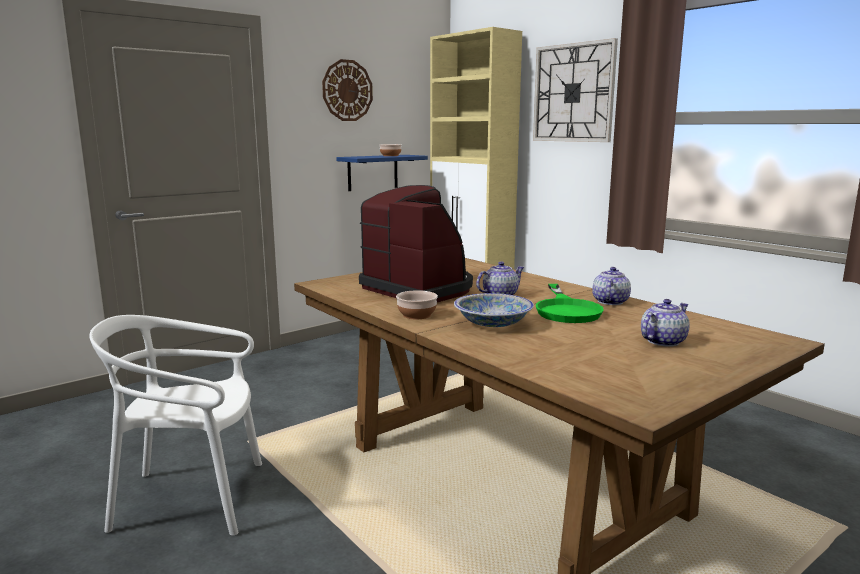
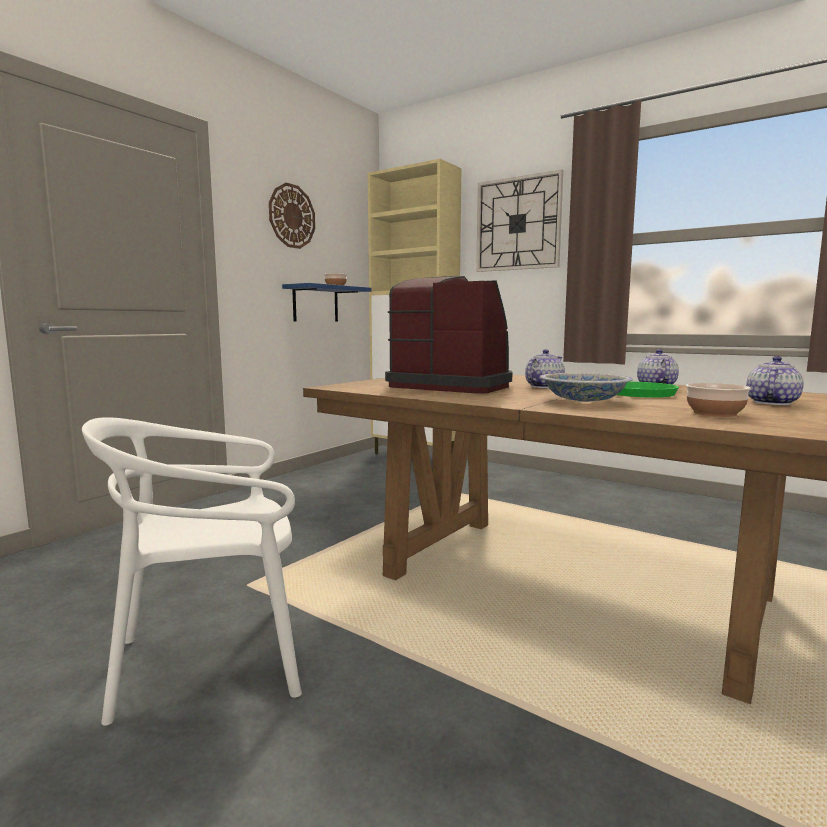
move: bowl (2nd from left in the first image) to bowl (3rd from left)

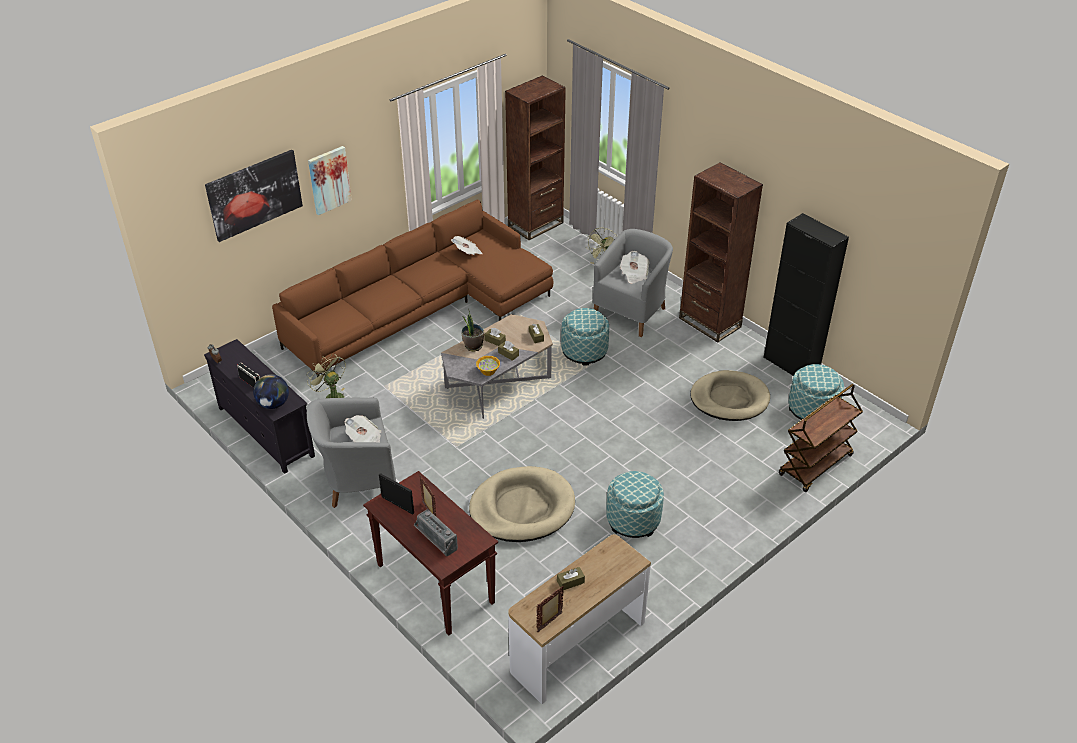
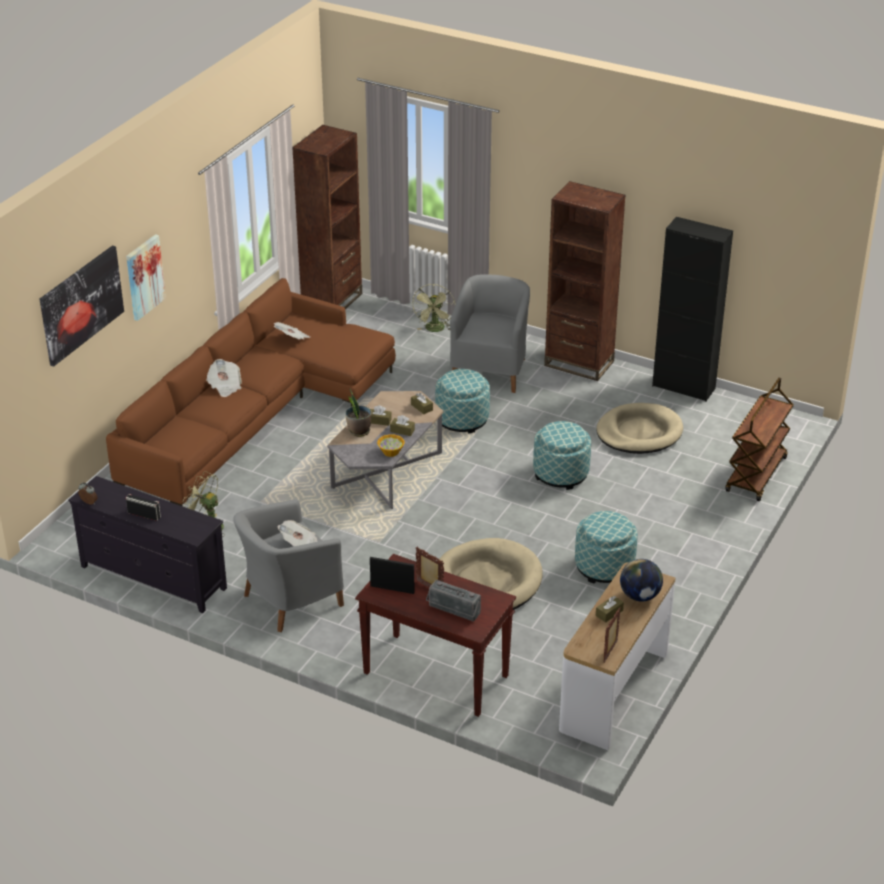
move: newspaper (3rd from left in the first image) to newspaper (1st from left); ottoman (3rd from left in the first image) to ottoman (2nd from left); globe

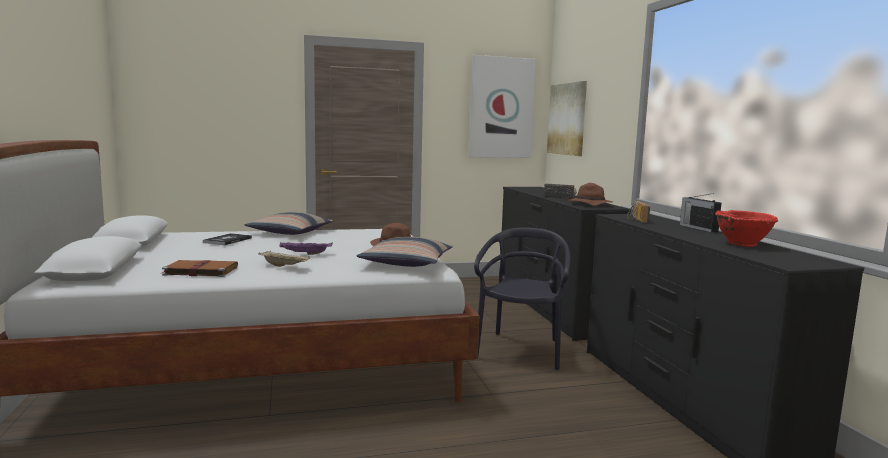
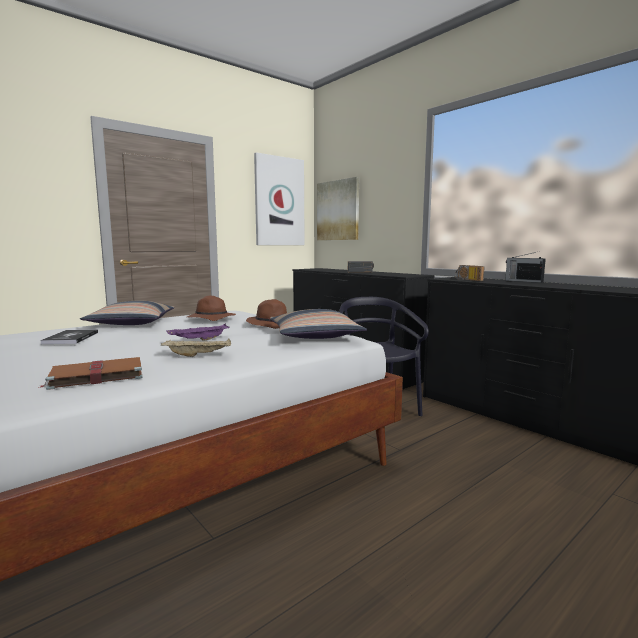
delete: red bowl
move: brown hat (2nd from left in the first image) to brown hat (1st from left)

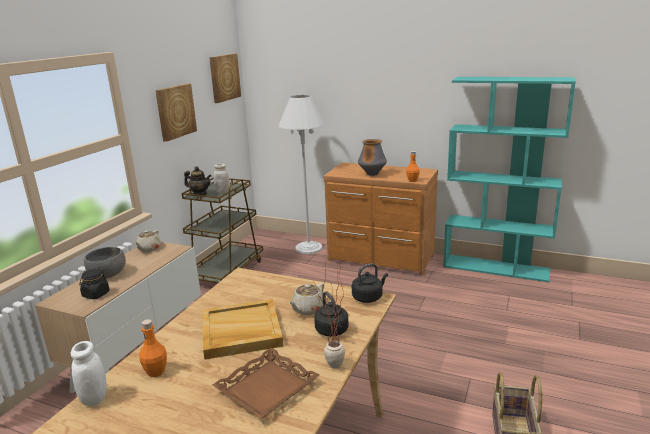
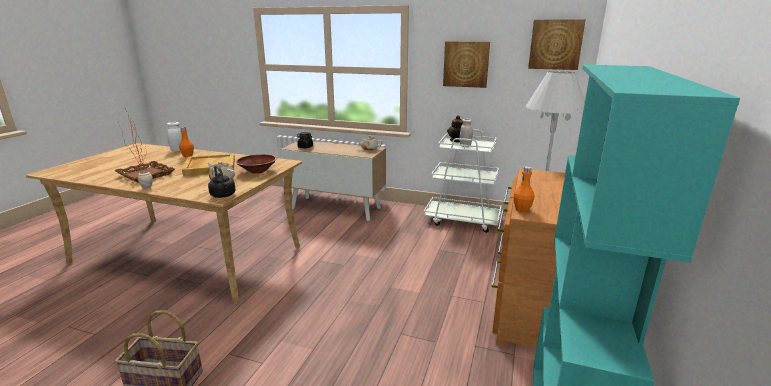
delete: vase; grey bowl; black kettle (1st from left)
insert: brown bowl
recolor: brown cart to white cart

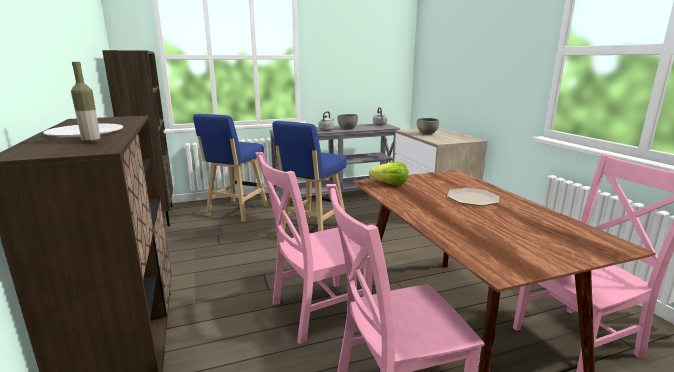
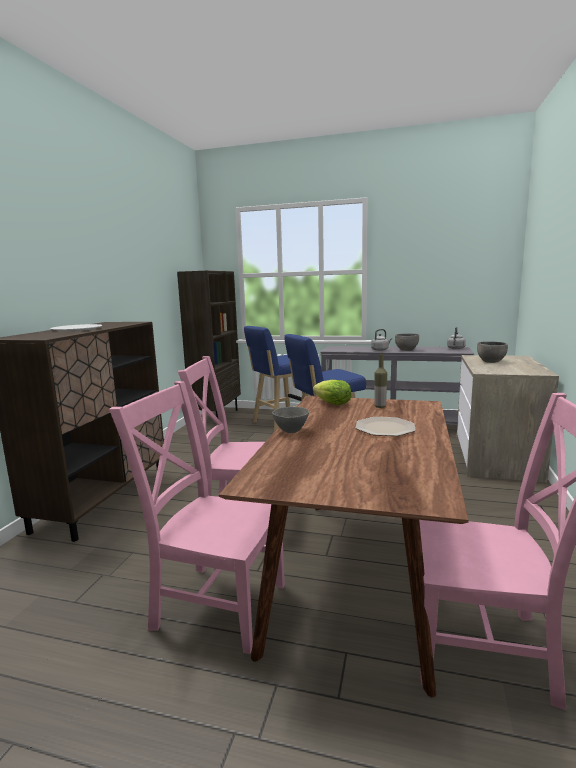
insert: grey bowl (1st from left)
move: bottle

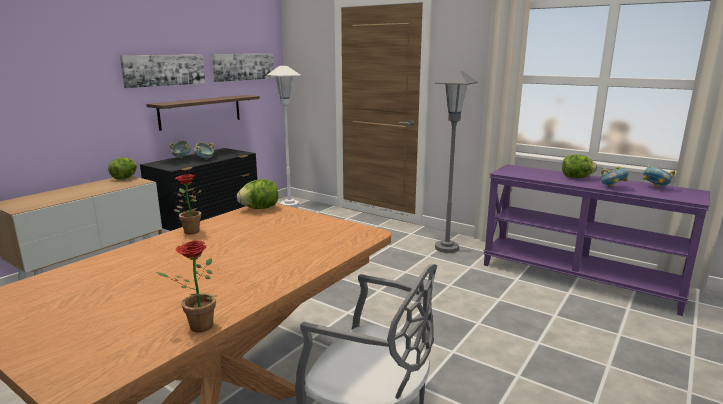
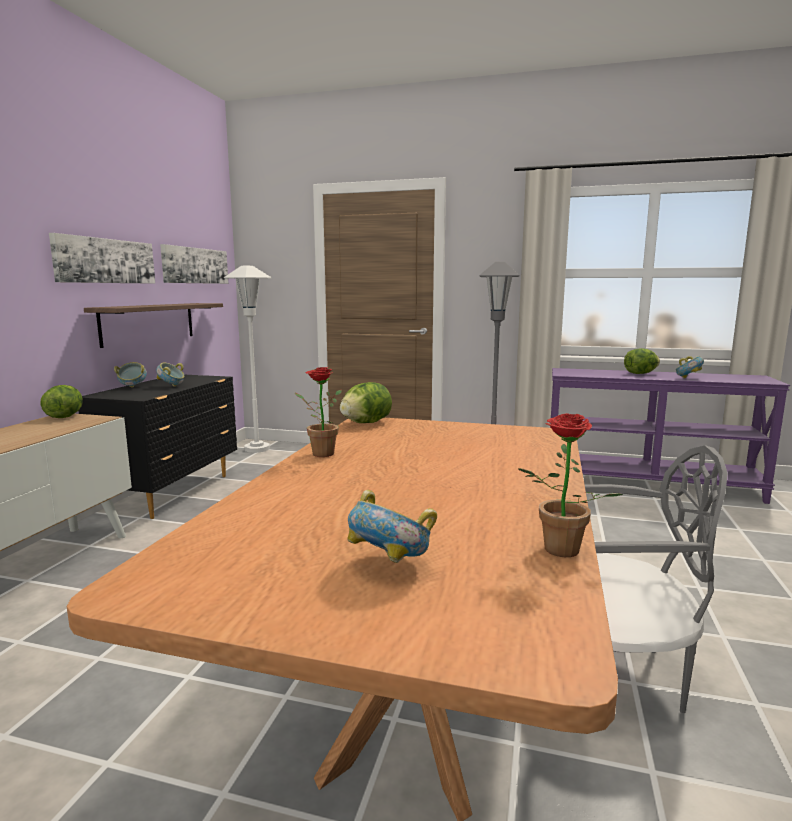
move: bowl (4th from left in the first image) to bowl (3rd from left)

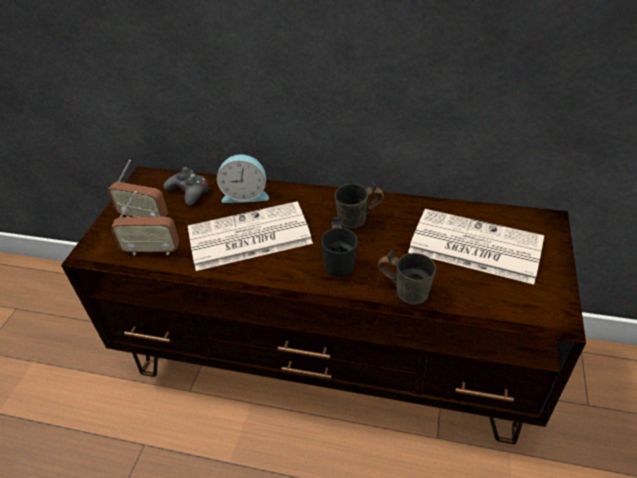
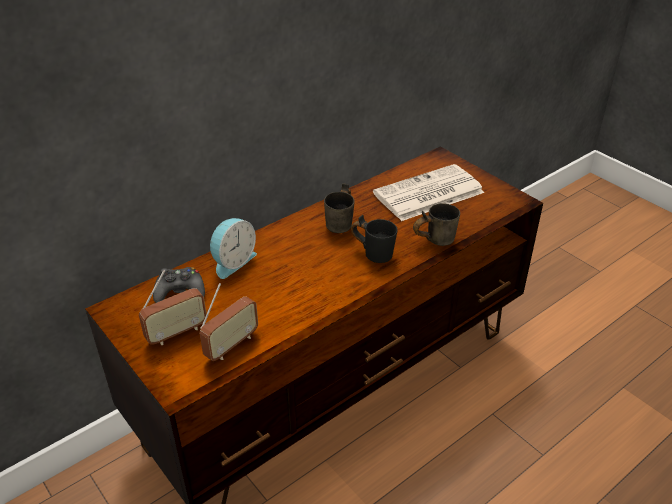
delete: newspaper (1st from left)

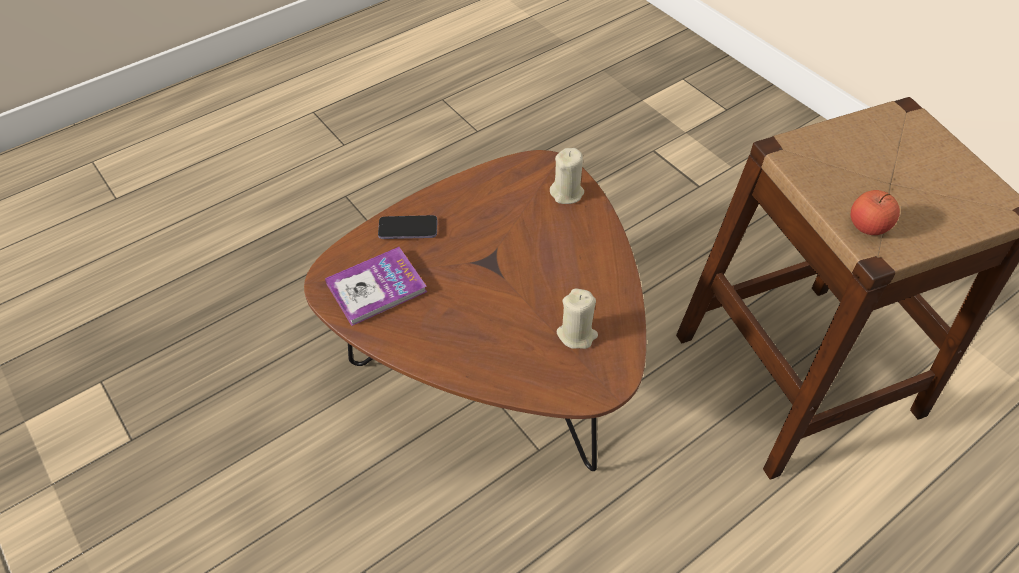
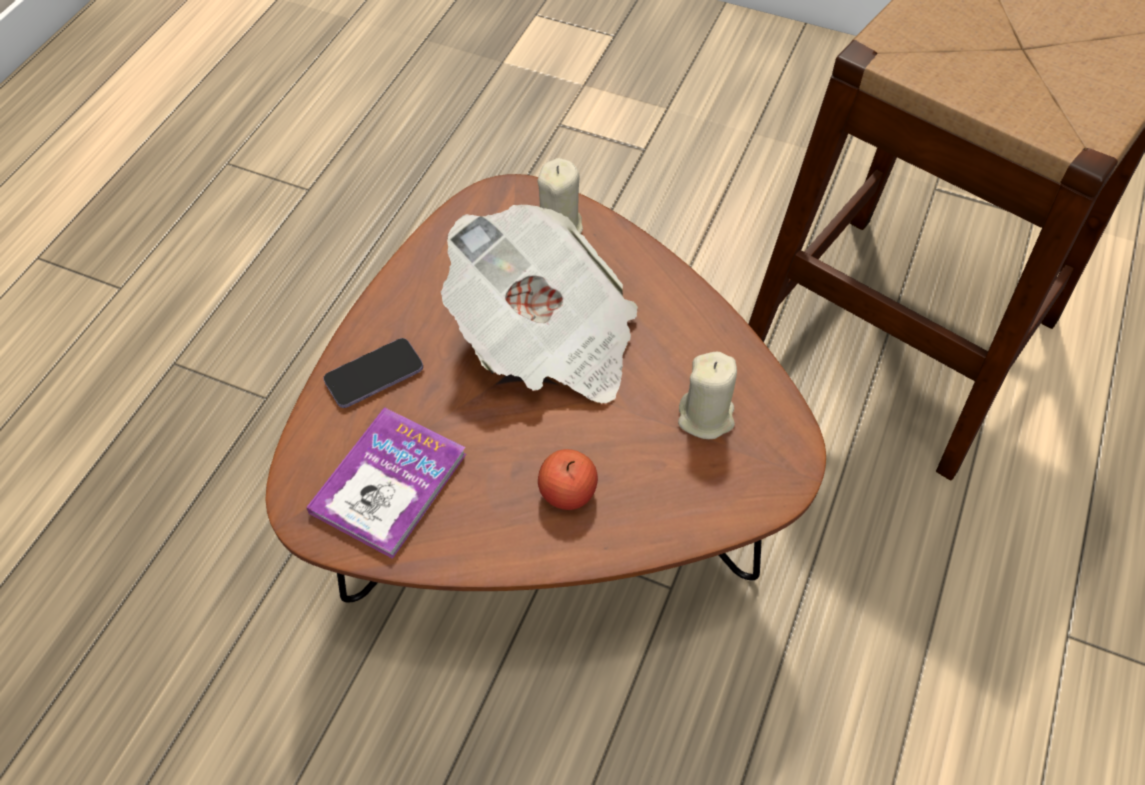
insert: newspaper
move: apple

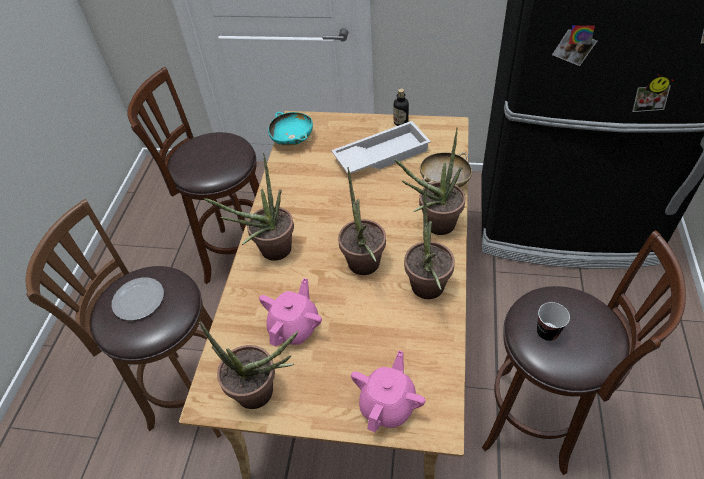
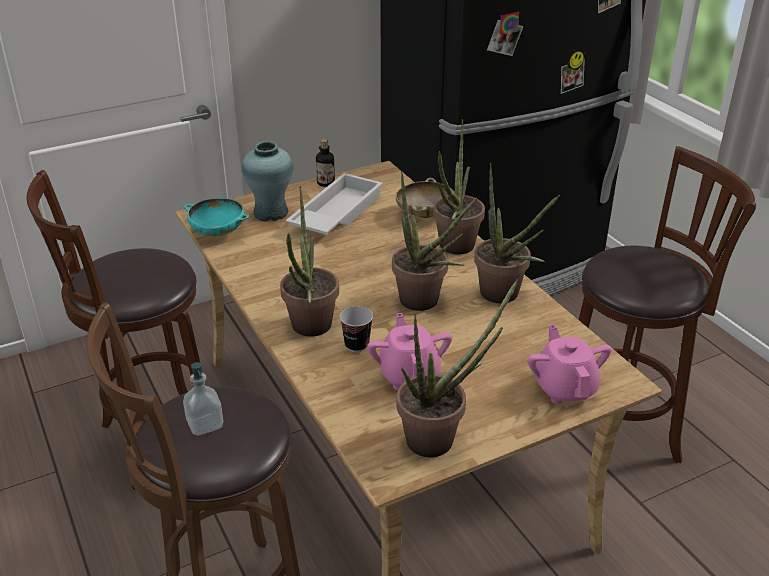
insert: turquoise vase
move: cup
replace: plate to soap dispenser

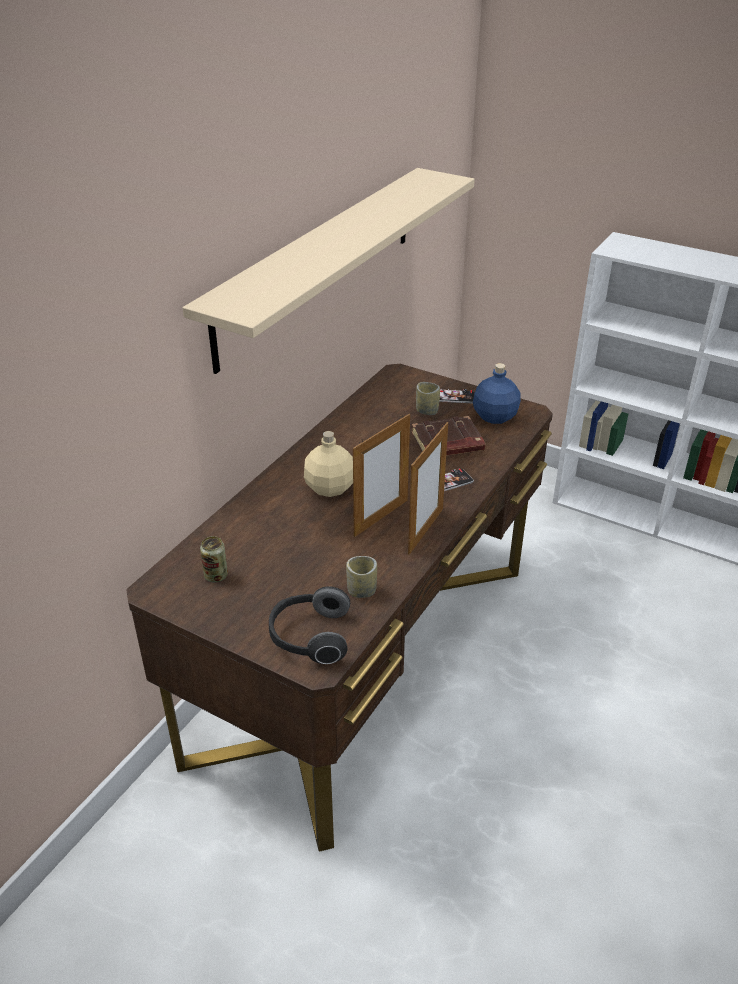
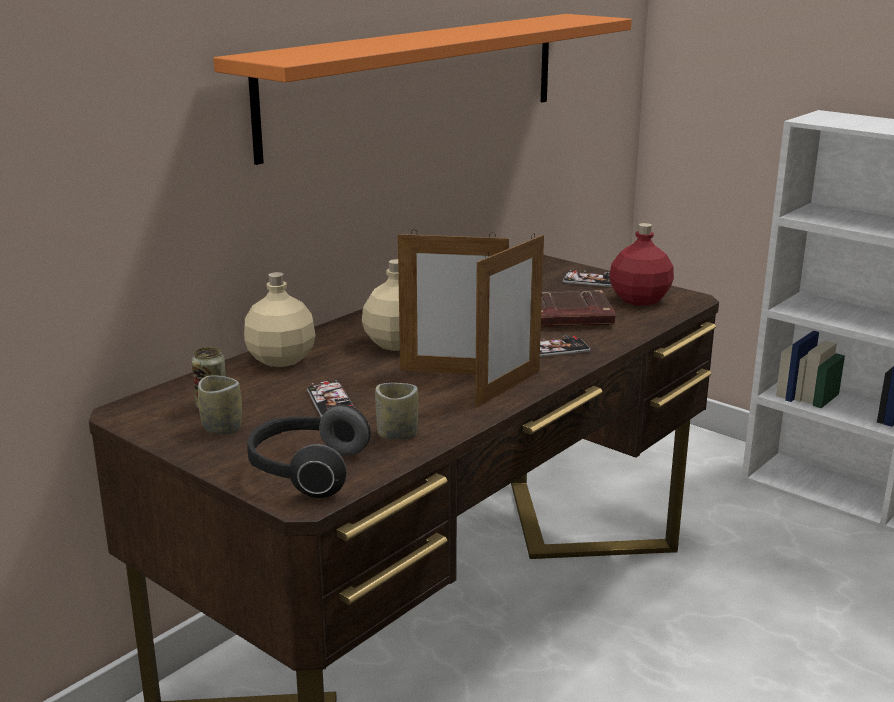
insert: beige bottle (1st from left); phone (1st from left)
move: cup (2nd from left in the first image) to cup (1st from left)
recolor: beige shelf to orange shelf; blue bottle to red bottle
rotate: picture frame (1st from left) 45 degrees clockwise

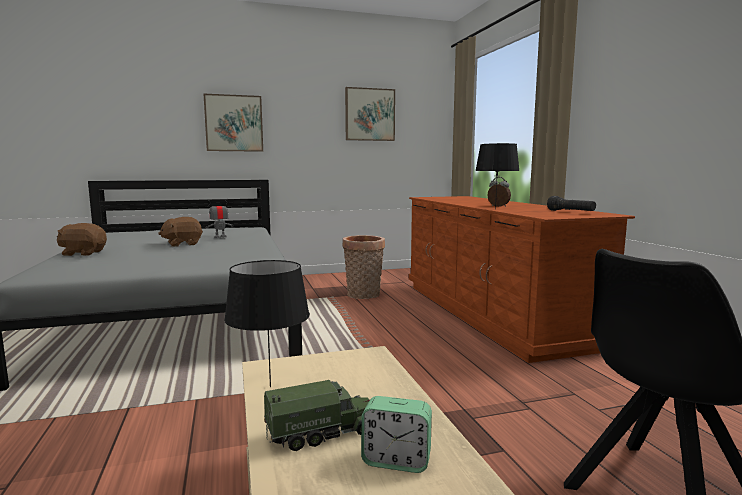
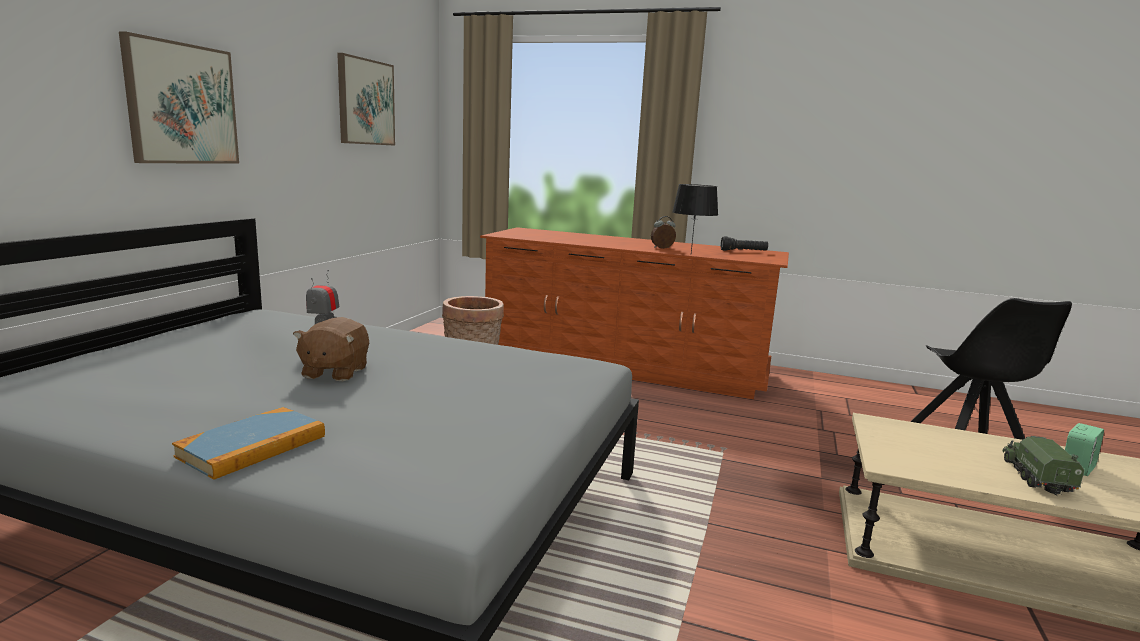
delete: black table lamp (1st from left)
replace: brown plush toy (1st from left) to book

